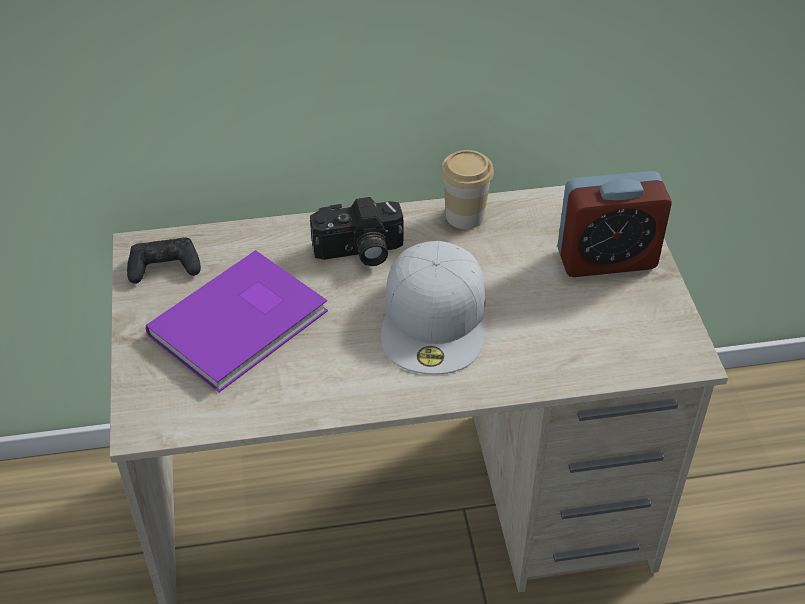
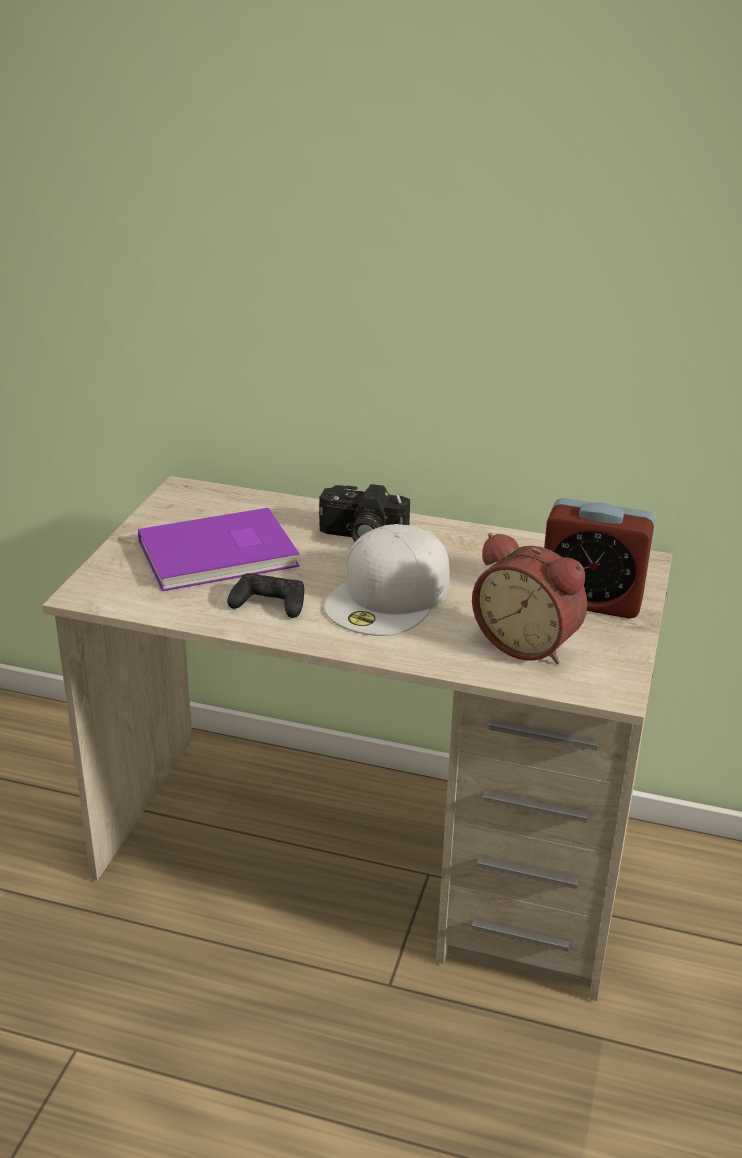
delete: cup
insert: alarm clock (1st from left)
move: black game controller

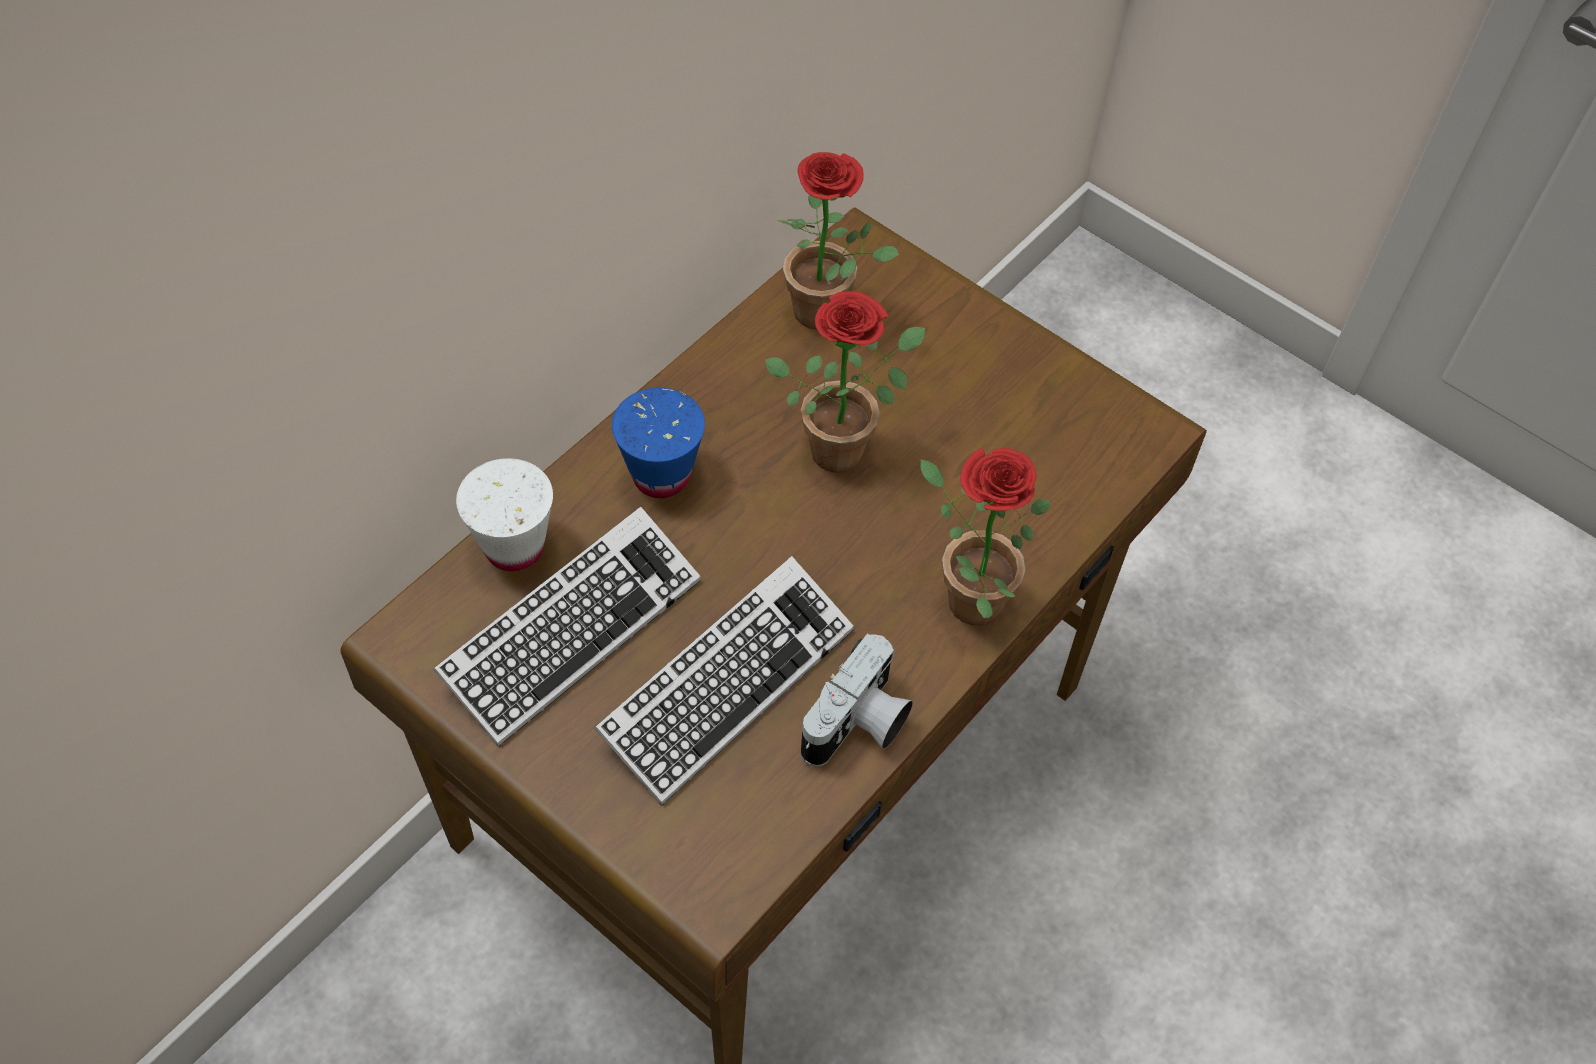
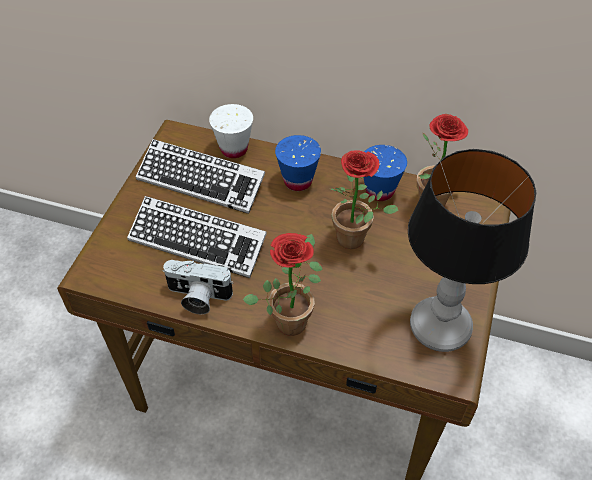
insert: blue cup (2nd from left); table lamp

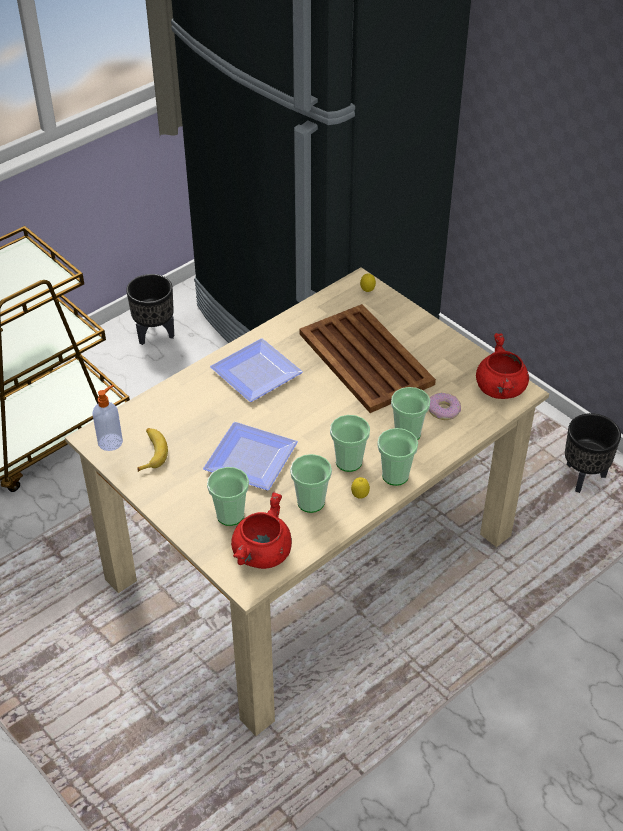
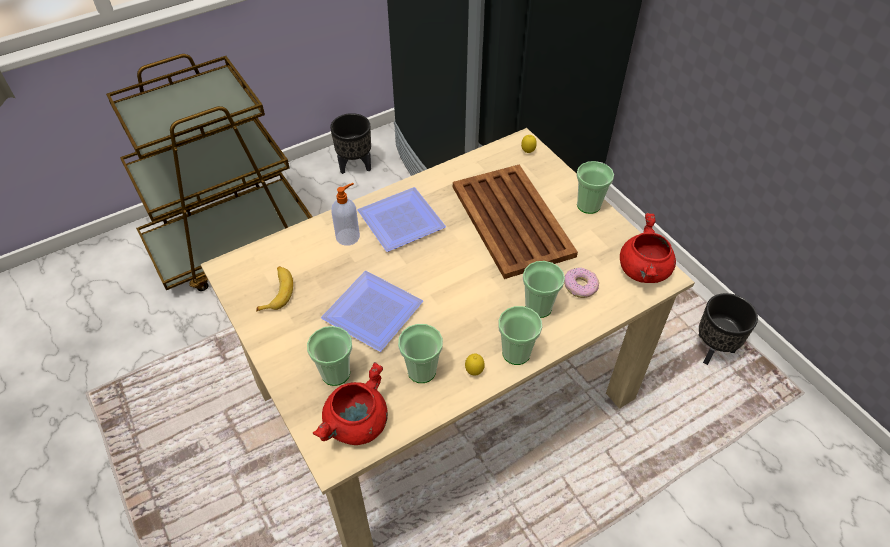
move: soap dispenser; cup (3rd from left in the first image) to cup (5th from left)

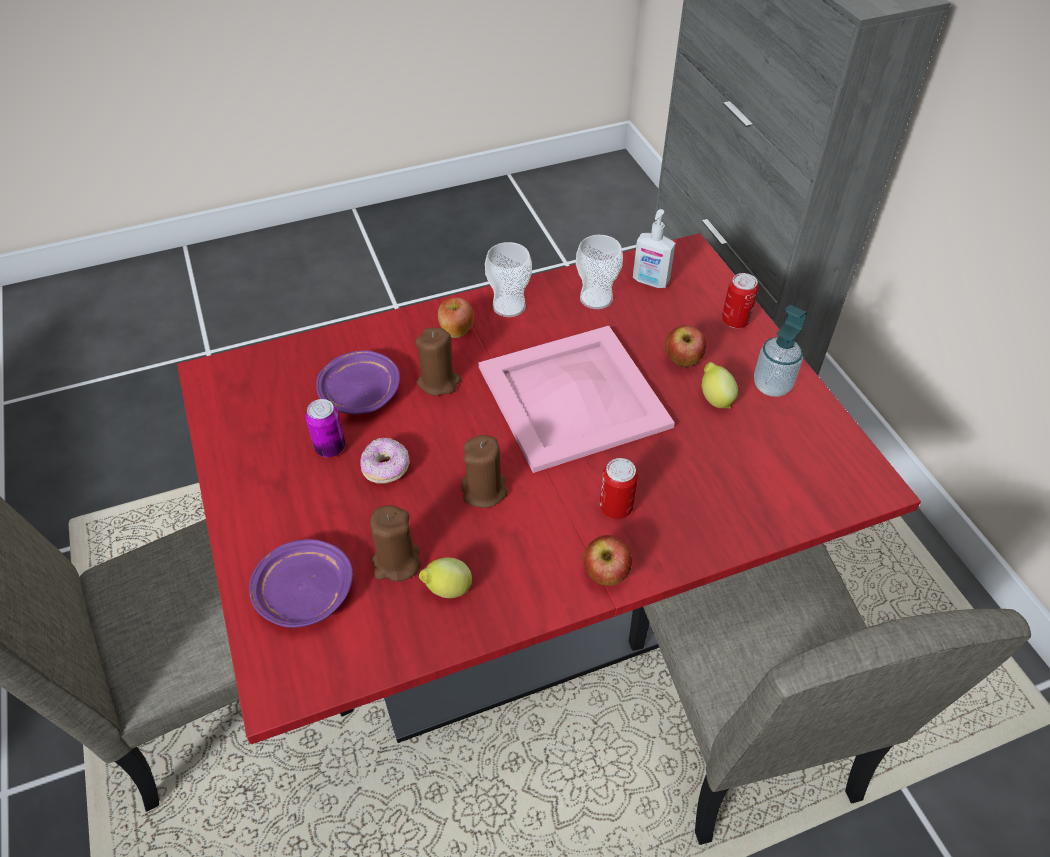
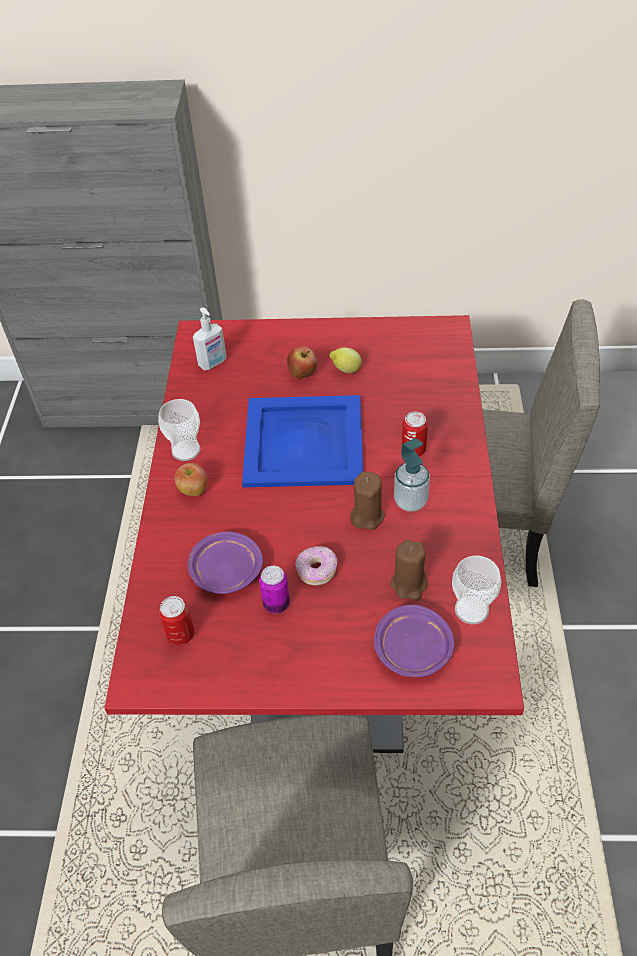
delete: brown candle (2nd from left); apple (2nd from left); lemon (1st from left)
move: cup (2nd from left); can (3rd from left in the first image) to can (1st from left); soap dispenser (2nd from left)
recolor: pink tray to blue tray

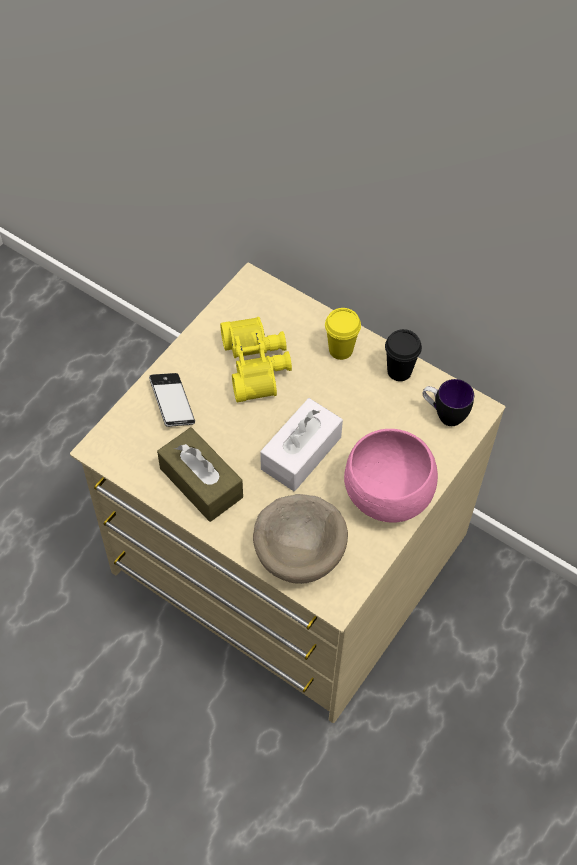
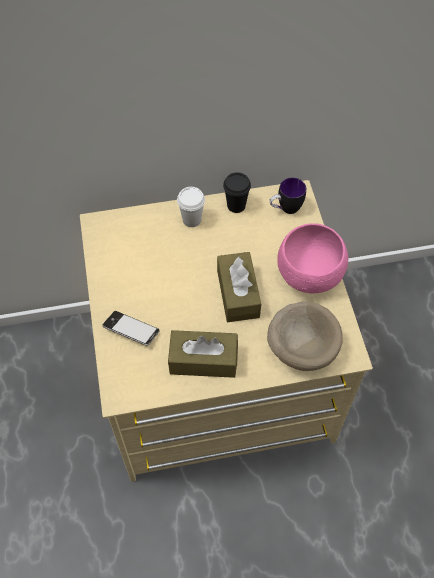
delete: yellow binoculars
recolor: yellow cup to white cup; white tissue box to brown tissue box (2nd from left)

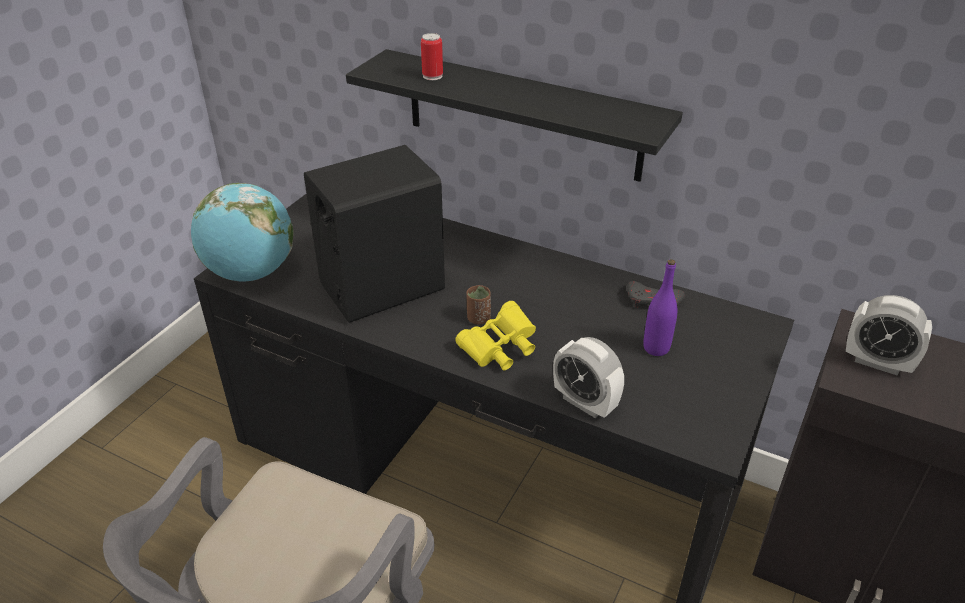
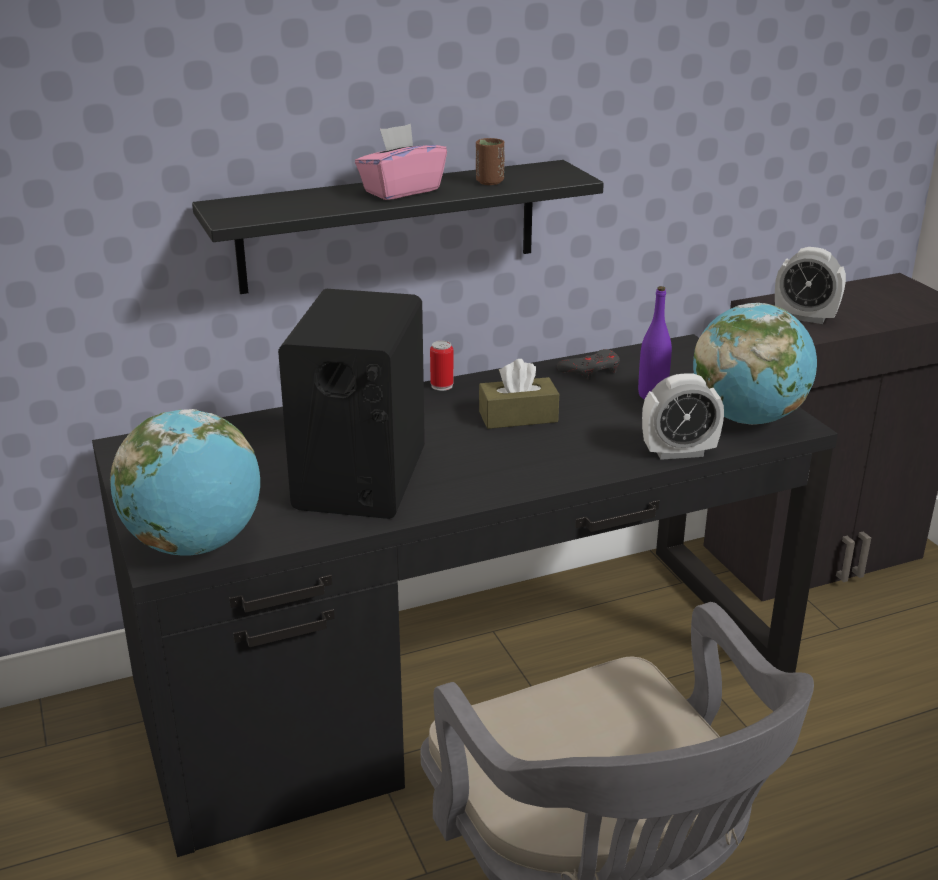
delete: yellow binoculars
insert: pink tissue box; globe (2nd from left); brown tissue box
move: can; brown cup
rotate: alarm clock (2nd from left) 45 degrees clockwise

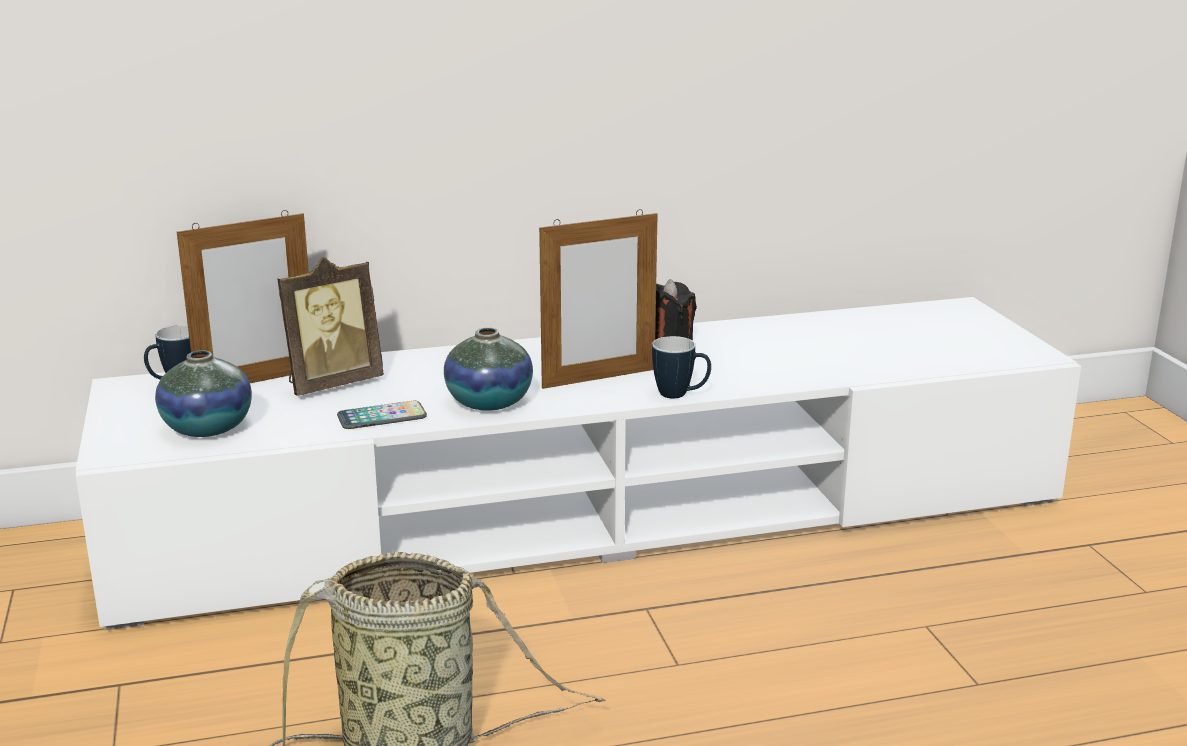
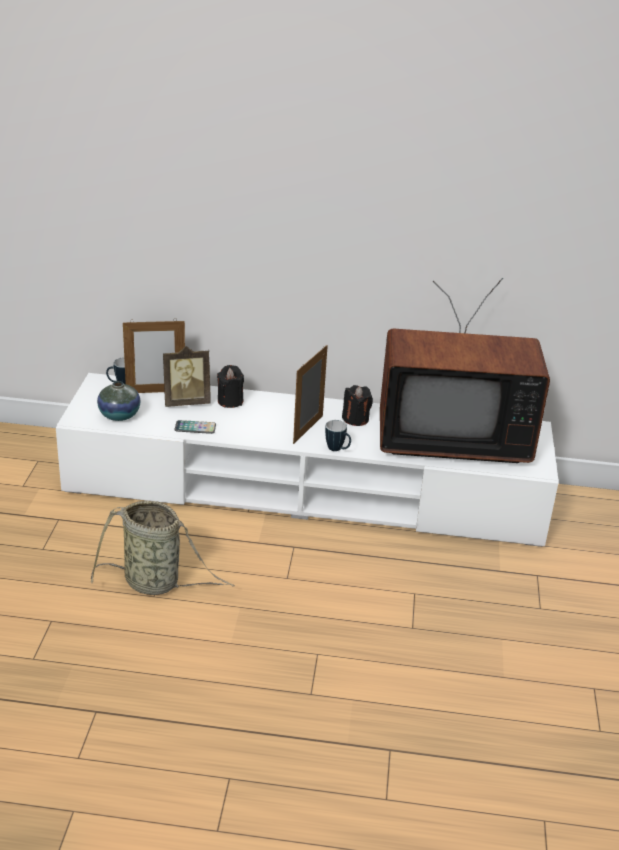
delete: vase (2nd from left)
insert: television; black candle (1st from left)
rotate: picture frame (3rd from left) 120 degrees clockwise

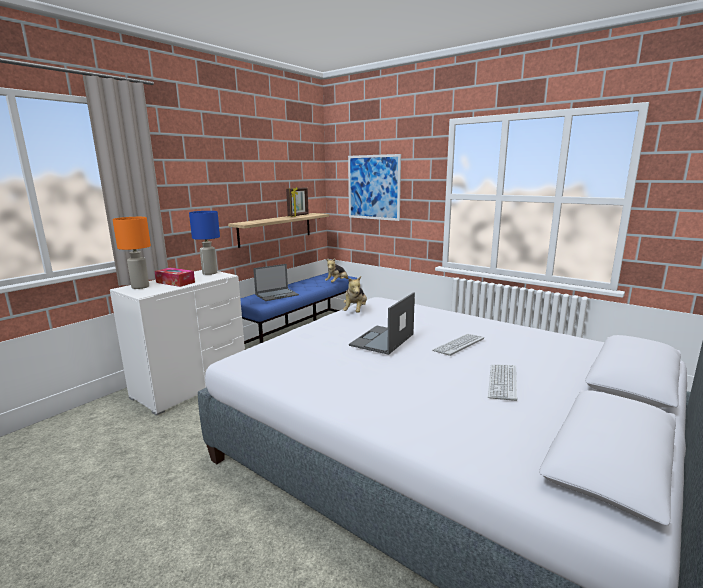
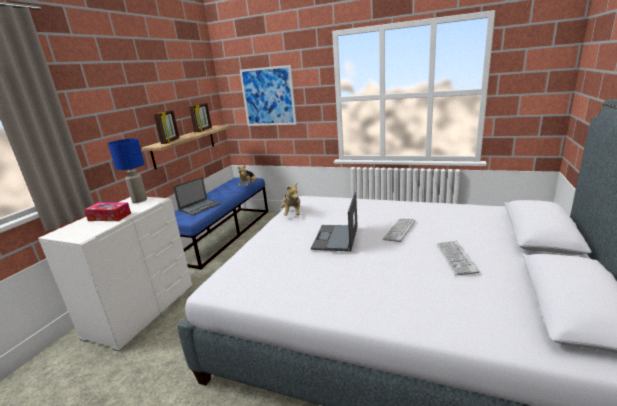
delete: orange table lamp
insert: picture frame (1st from left)

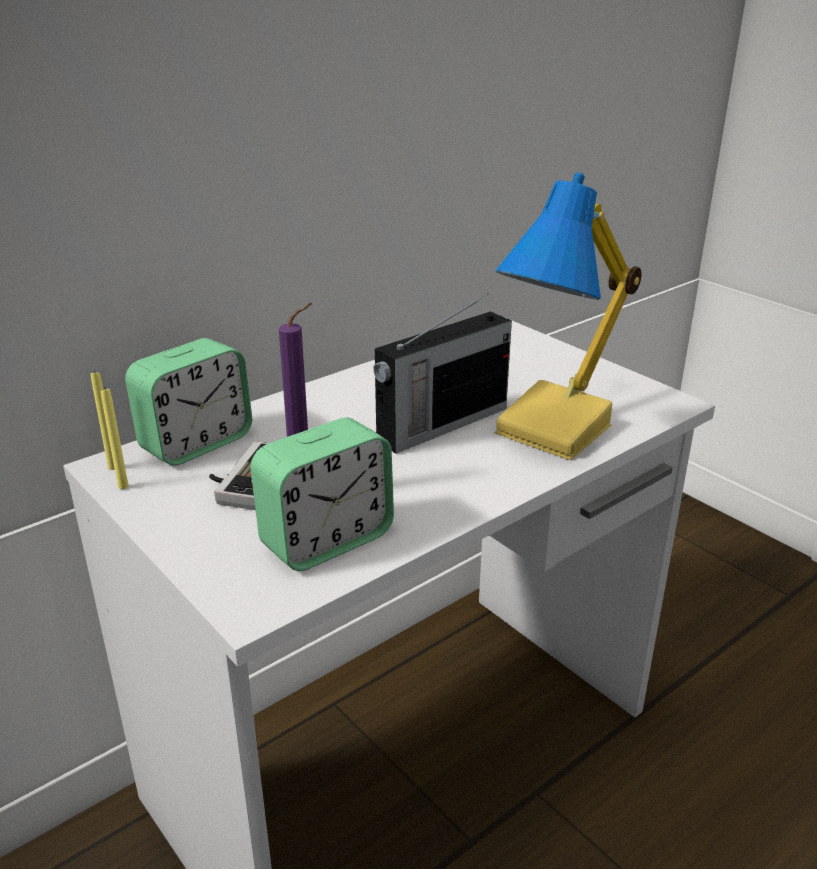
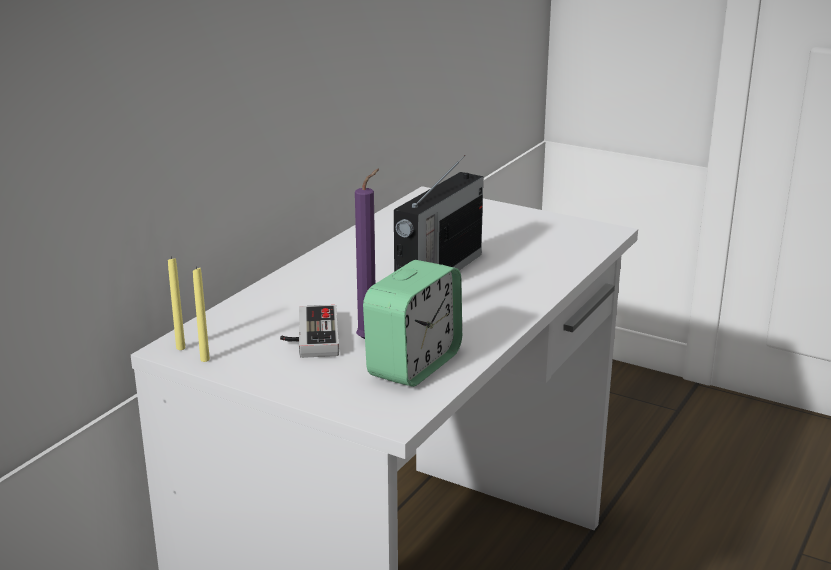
delete: table lamp; alarm clock (1st from left)

